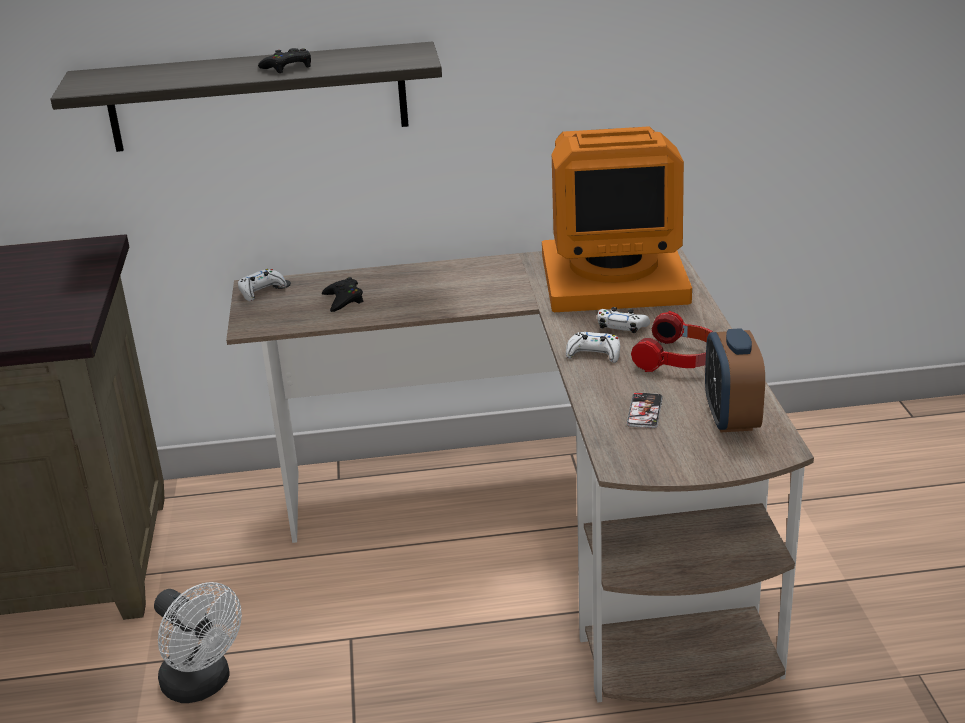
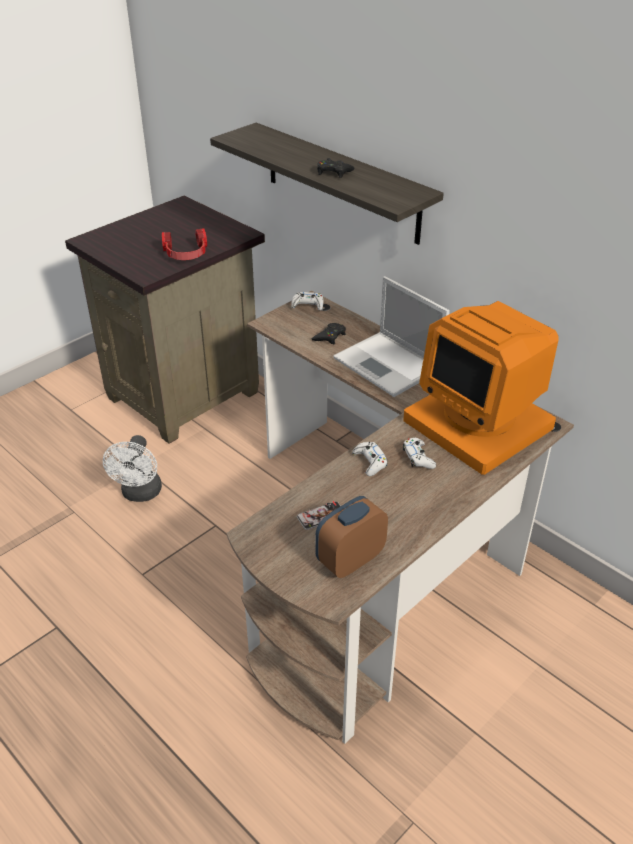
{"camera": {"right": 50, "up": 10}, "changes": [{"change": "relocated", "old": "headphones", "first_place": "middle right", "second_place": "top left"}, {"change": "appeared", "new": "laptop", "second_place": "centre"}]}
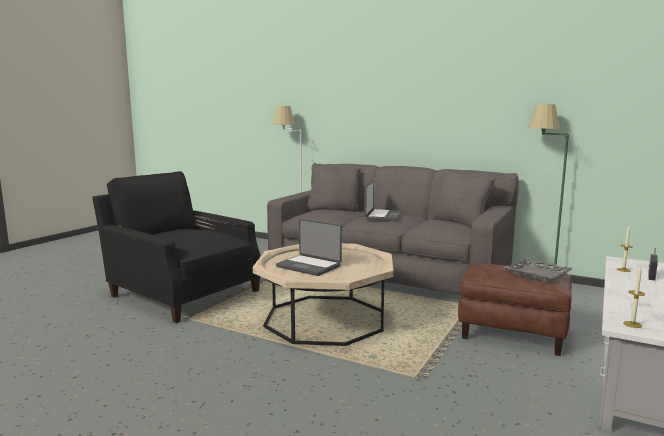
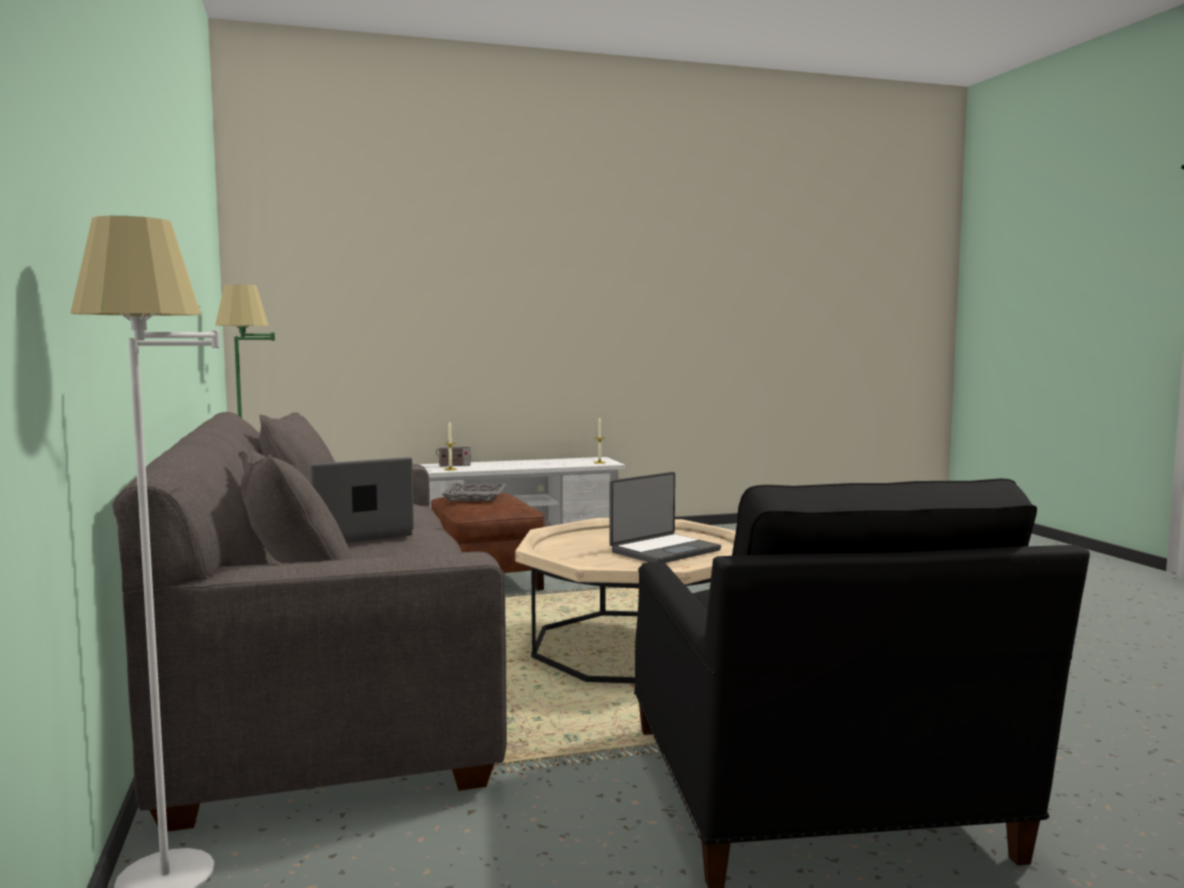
{"camera": {"right": -135, "up": -5}, "changes": [{"change": "spun", "old": "laptop (no. 1 from left in the first image)", "first_place": "centre", "second_place": "centre", "degrees": 60}]}
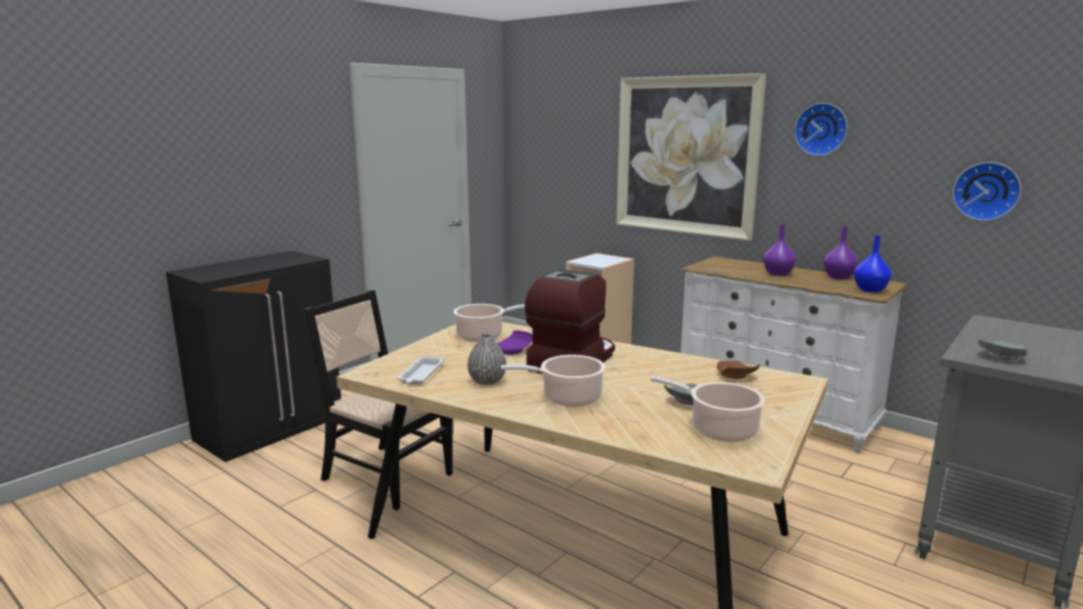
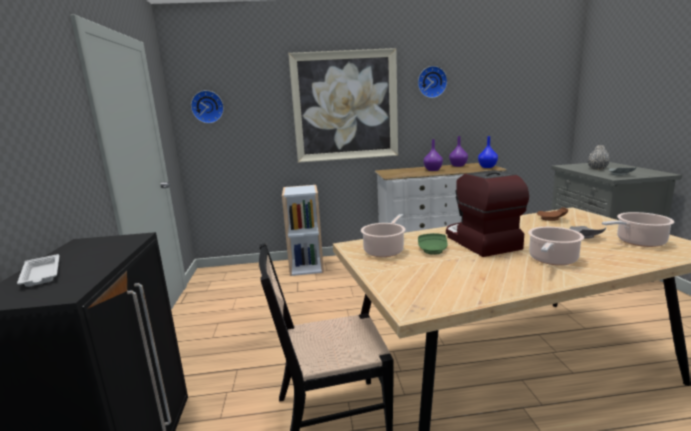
{"camera": {"right": -45, "up": 0}, "changes": [{"change": "relocated", "old": "white_tray", "first_place": "centre", "second_place": "middle left"}, {"change": "relocated", "old": "grey_vase", "first_place": "centre", "second_place": "middle right"}, {"change": "colour", "old": "purple_plate", "new": "green_plate", "first_place": "centre", "second_place": "centre"}, {"change": "relocated", "old": "wall_clock (no. 2 from left in the first image)", "new": "wall_clock (no. 1 from left)", "first_place": "top right", "second_place": "top left"}]}
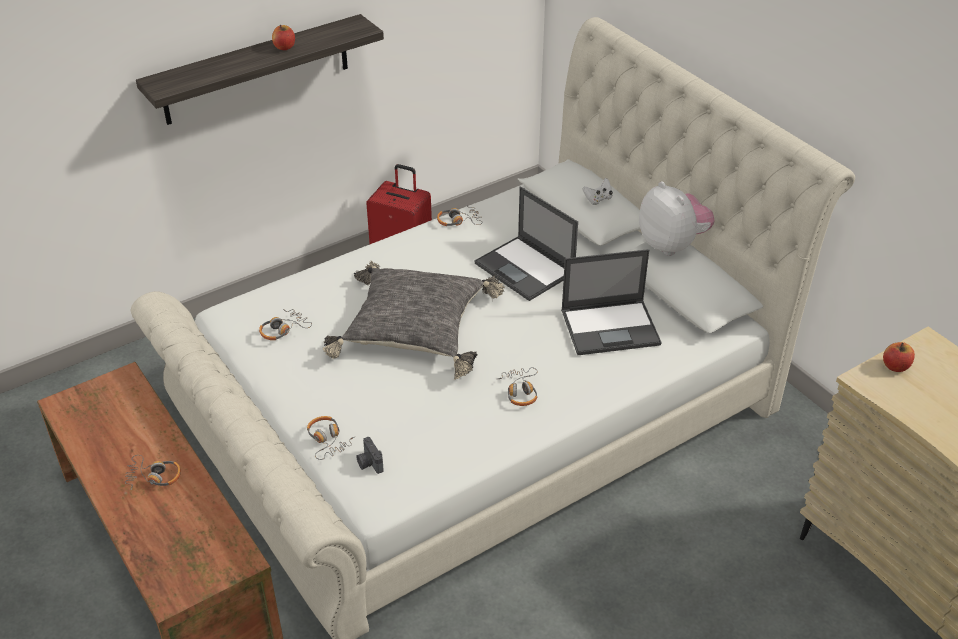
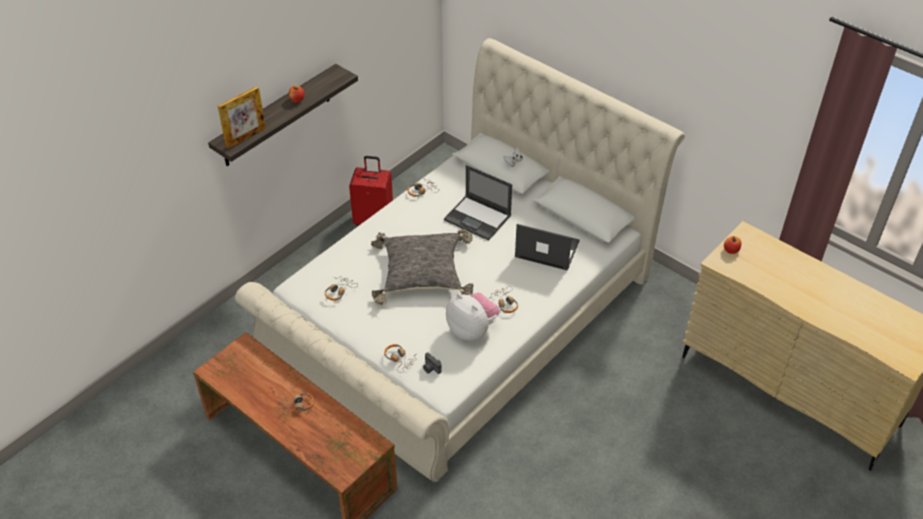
{"camera": {"right": -15, "up": 5}, "changes": [{"change": "spun", "old": "laptop (no. 2 from left)", "first_place": "centre", "second_place": "centre", "degrees": -135}, {"change": "relocated", "old": "plush_toy", "first_place": "middle right", "second_place": "centre"}, {"change": "appeared", "new": "picture_frame", "second_place": "top left"}]}
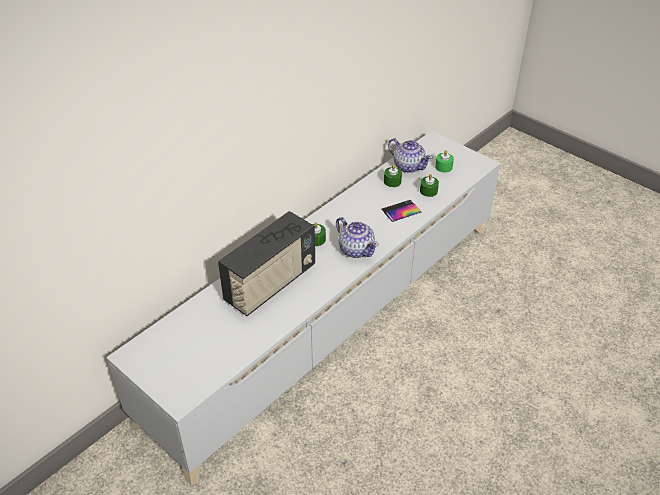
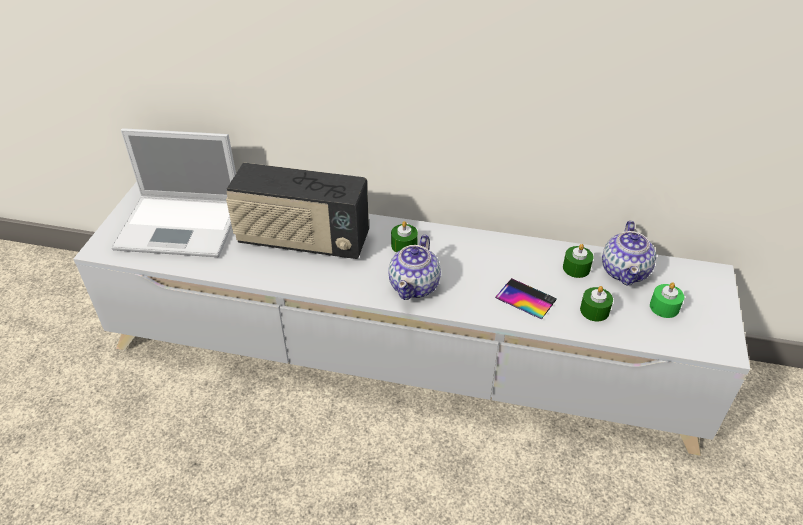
{"camera": {"right": 60, "up": 0}, "changes": [{"change": "appeared", "new": "laptop", "second_place": "middle left"}]}
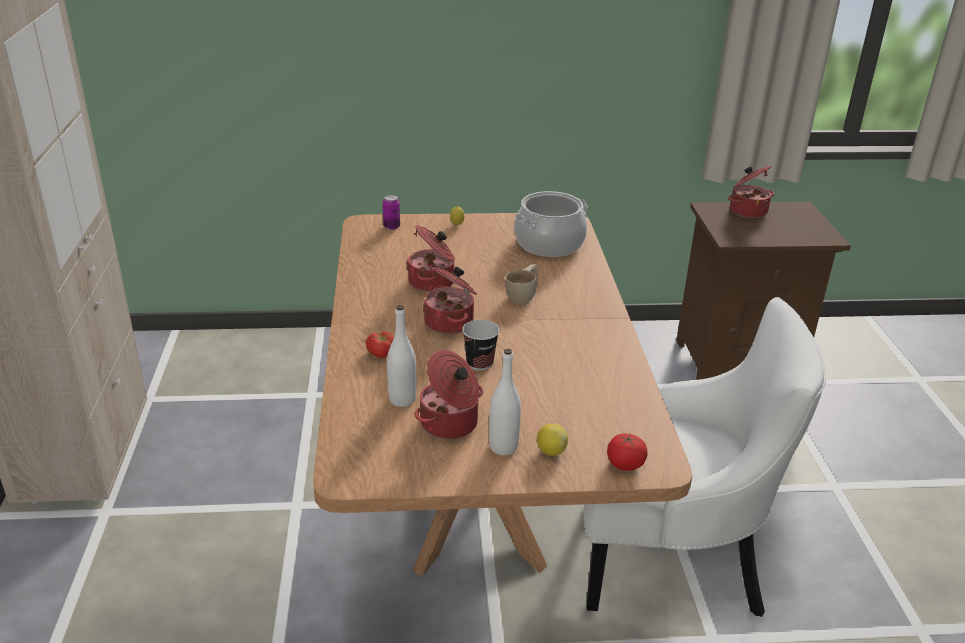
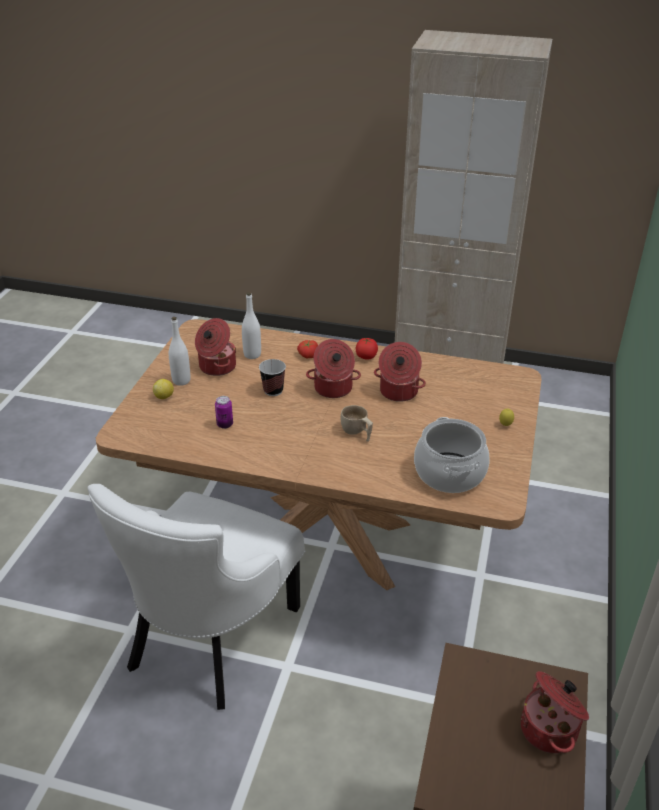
{"camera": {"right": 110, "up": 5}, "changes": [{"change": "relocated", "old": "can", "first_place": "top centre", "second_place": "centre"}, {"change": "relocated", "old": "tomato (no. 2 from left)", "first_place": "bottom centre", "second_place": "centre"}]}
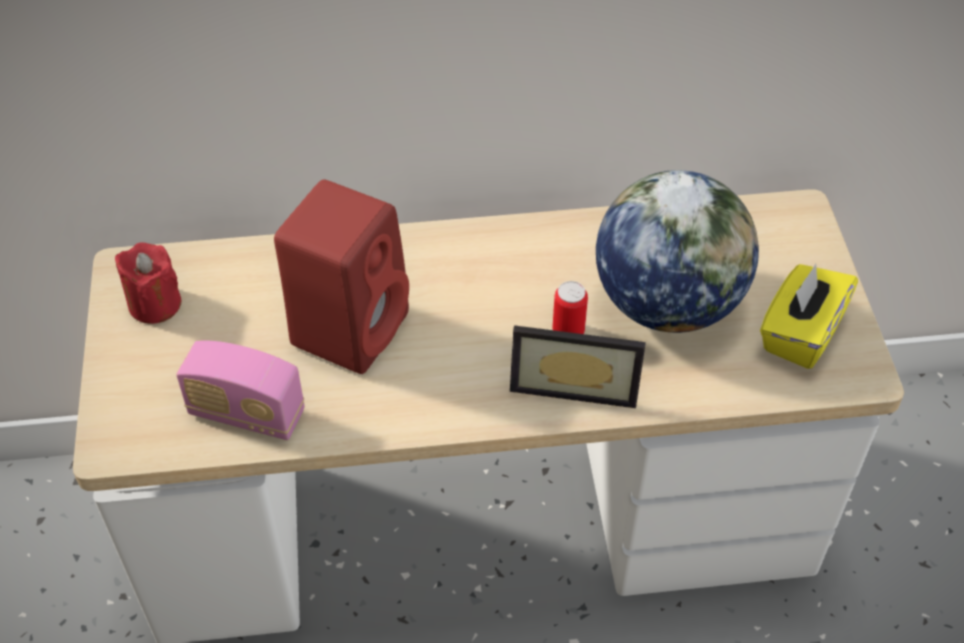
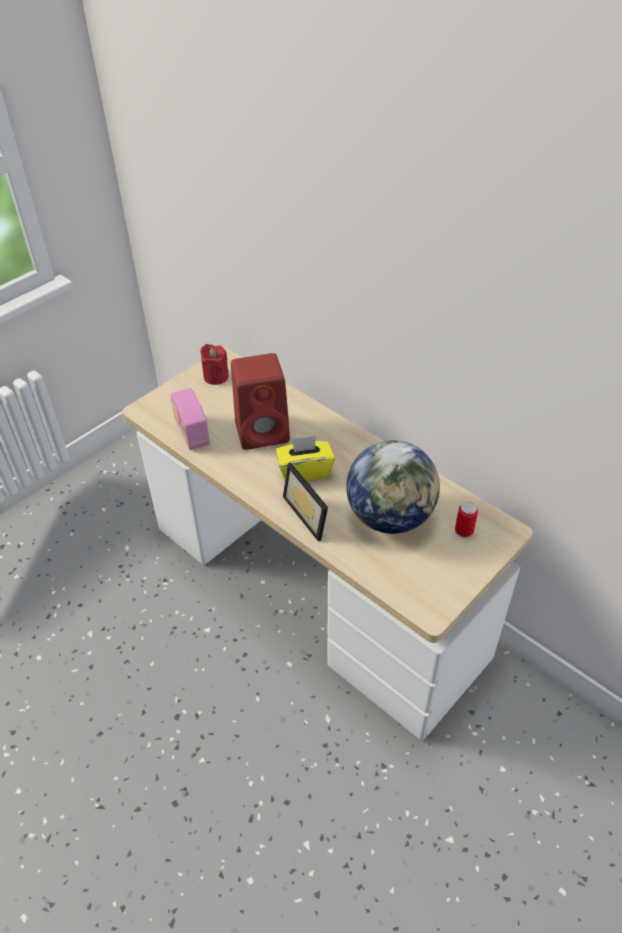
{"camera": {"right": 50, "up": -5}, "changes": [{"change": "relocated", "old": "can", "first_place": "centre", "second_place": "middle right"}, {"change": "relocated", "old": "yellow_tissue_box", "first_place": "middle right", "second_place": "centre"}]}
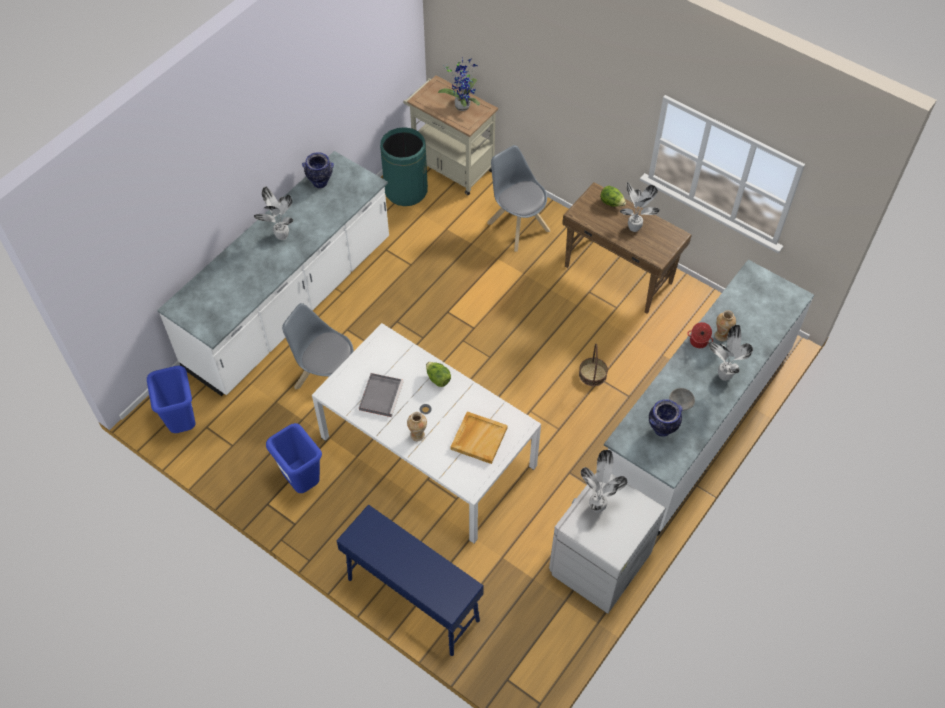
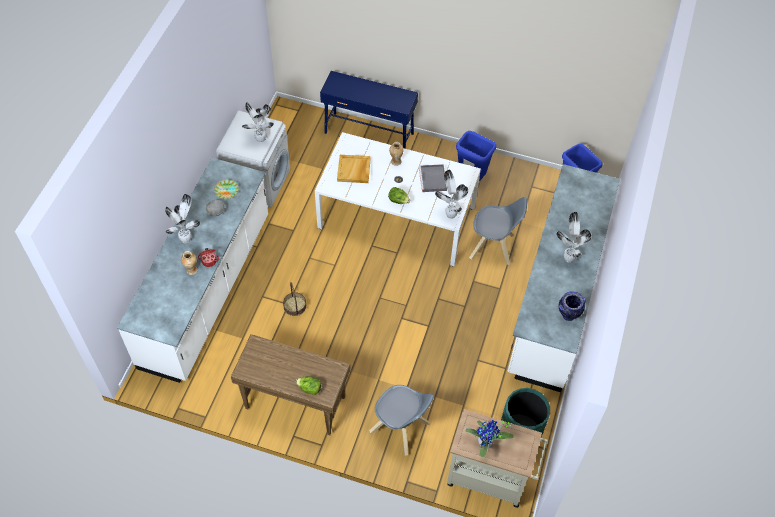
{"camera": {"right": 160, "up": 0}, "changes": [{"change": "relocated", "old": "potted_plant (no. 4 from left in the first image)", "new": "potted_plant (no. 3 from left)", "first_place": "top right", "second_place": "centre"}, {"change": "exchanged", "old": "vase (no. 3 from left)", "new": "plate", "first_place": "middle right", "second_place": "middle left"}]}
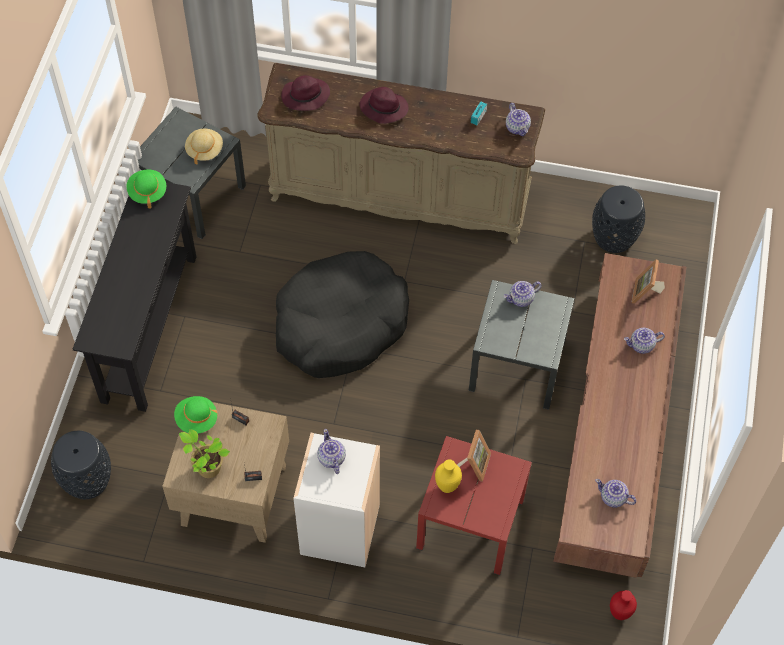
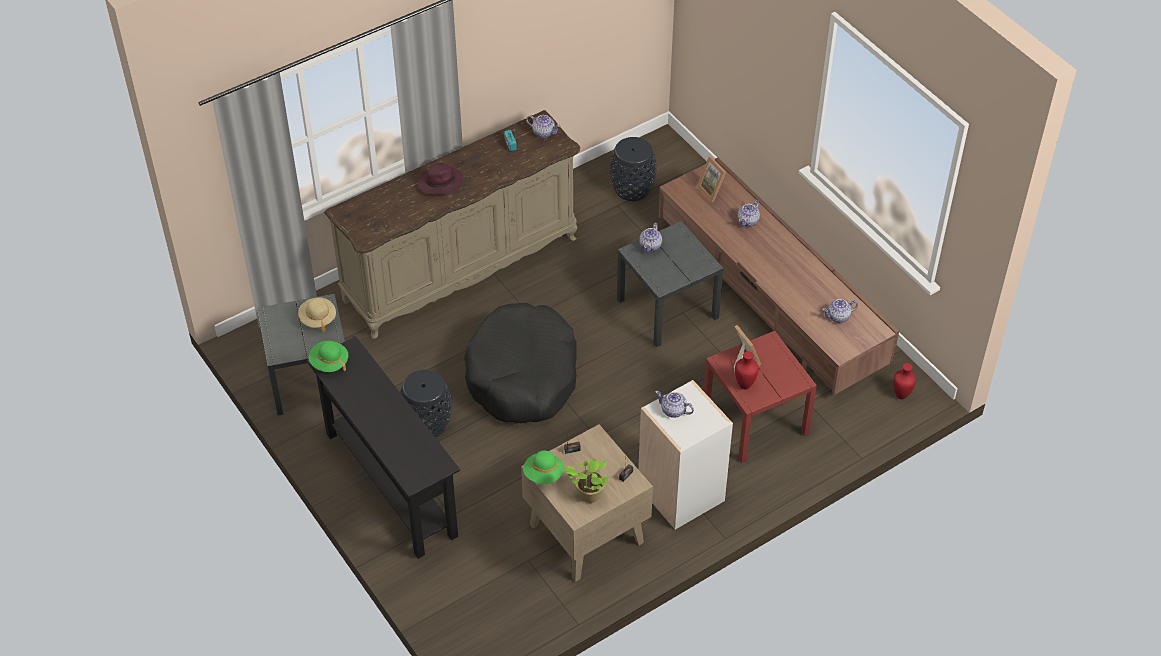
{"camera": {"right": -45, "up": -10}, "changes": [{"change": "relocated", "old": "black_stool (no. 1 from left)", "first_place": "bottom left", "second_place": "centre"}, {"change": "missing", "old": "purple_hat (no. 1 from left)", "first_place": "top centre"}, {"change": "colour", "old": "yellow_vase", "new": "red_vase (no. 1 from left)", "first_place": "bottom centre", "second_place": "centre"}]}
